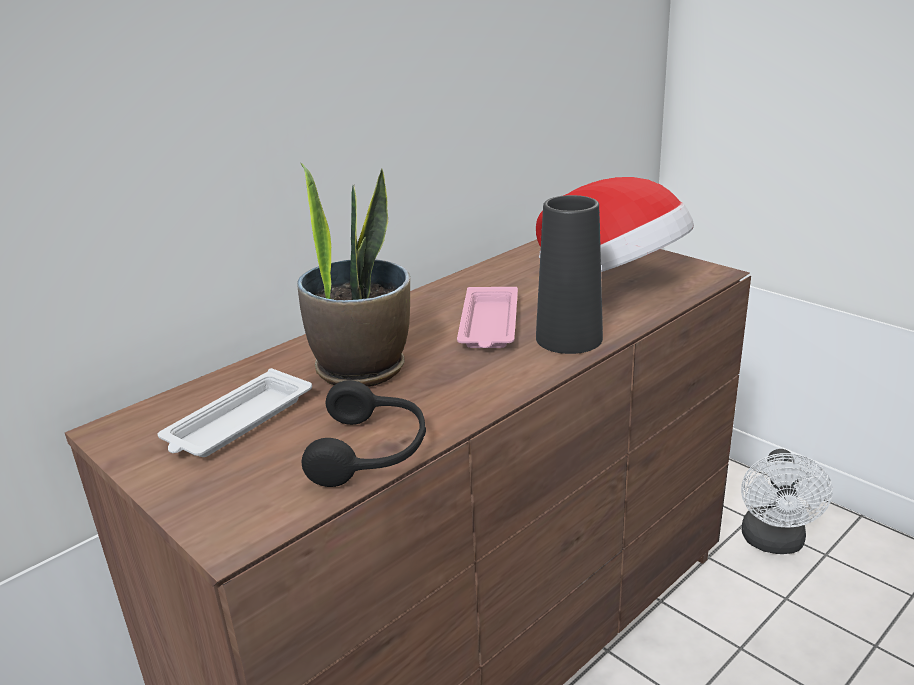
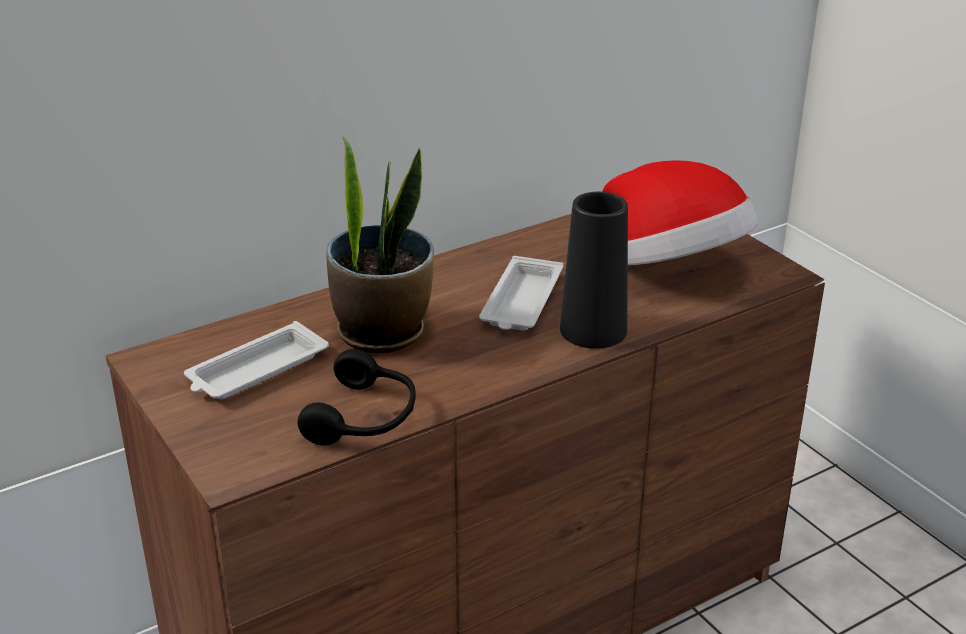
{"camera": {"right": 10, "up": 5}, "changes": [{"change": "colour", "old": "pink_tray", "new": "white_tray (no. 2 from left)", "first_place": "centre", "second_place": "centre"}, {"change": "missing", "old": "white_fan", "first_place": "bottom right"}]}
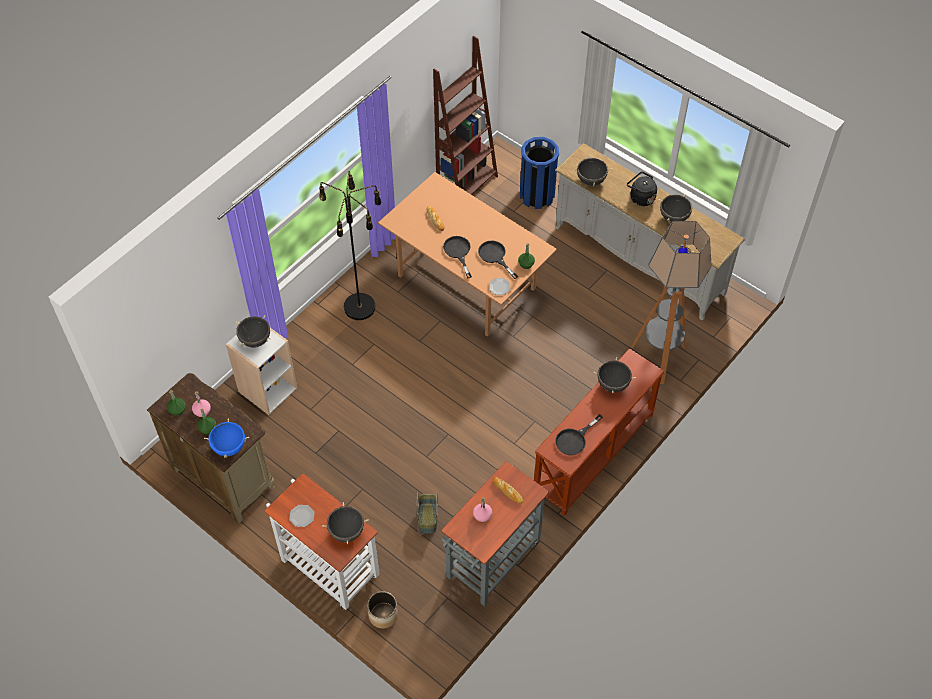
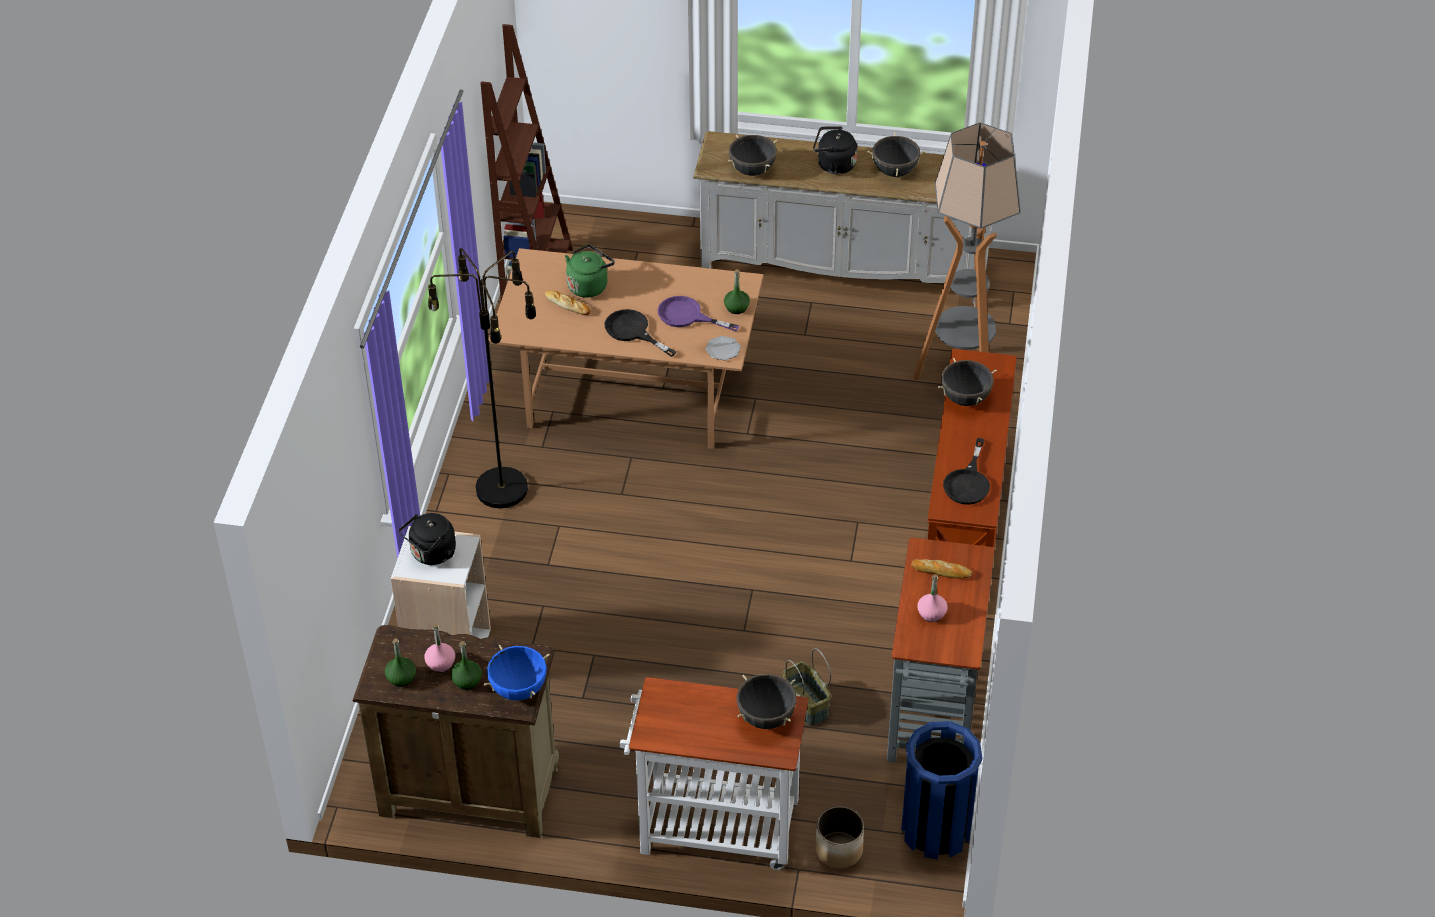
{"camera": {"right": -30, "up": -10}, "changes": [{"change": "exchanged", "old": "black_cooking_pot (no. 1 from left)", "new": "black_kettle (no. 1 from left)", "first_place": "middle left", "second_place": "middle left"}, {"change": "missing", "old": "plate (no. 1 from left)", "first_place": "bottom left"}, {"change": "colour", "old": "black_frying_pan (no. 2 from left)", "new": "purple_frying_pan", "first_place": "centre", "second_place": "centre"}, {"change": "relocated", "old": "blue_trash_can", "first_place": "top centre", "second_place": "bottom centre"}, {"change": "appeared", "new": "green_kettle", "second_place": "top centre"}]}
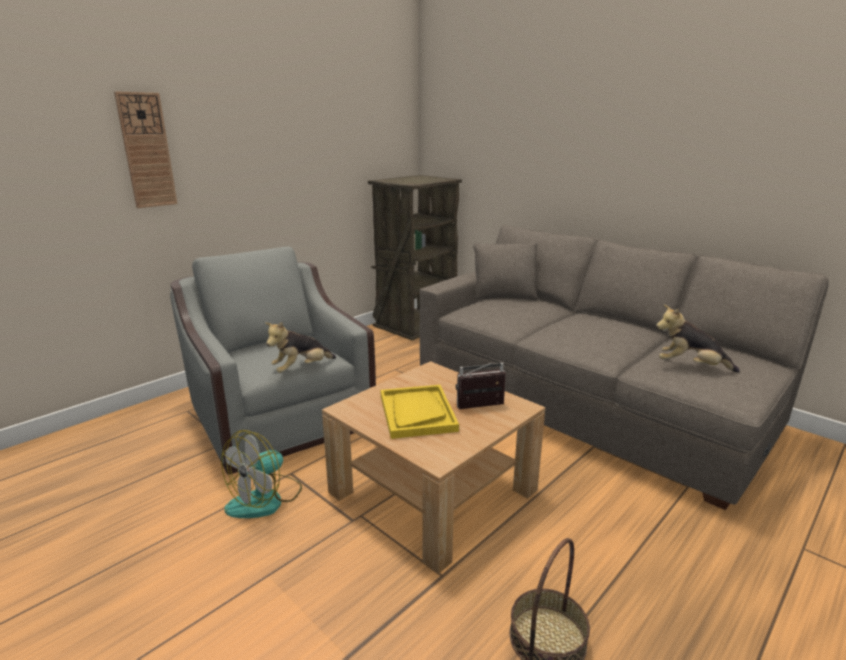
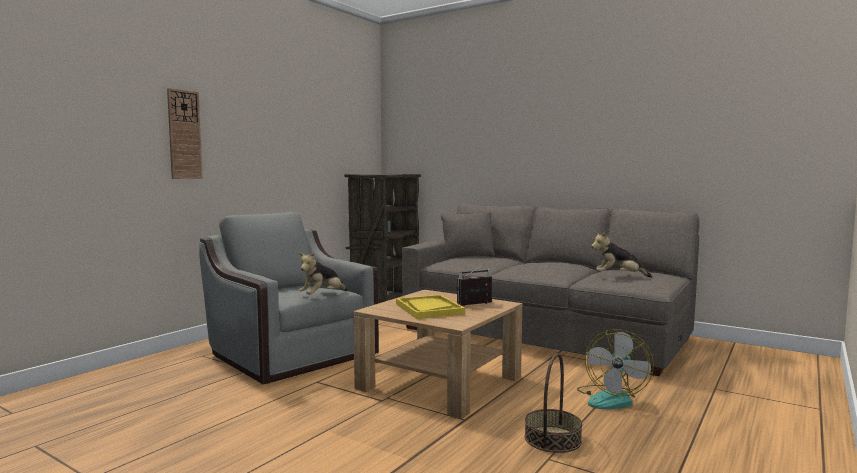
{"camera": {"right": -10, "up": -15}, "changes": [{"change": "relocated", "old": "fan", "first_place": "bottom left", "second_place": "bottom right"}]}
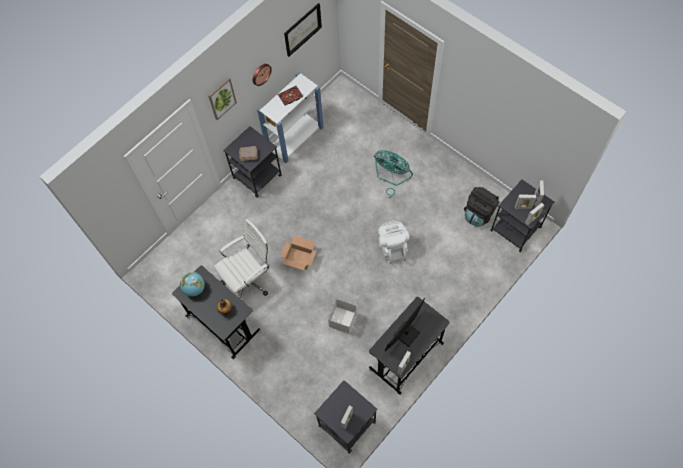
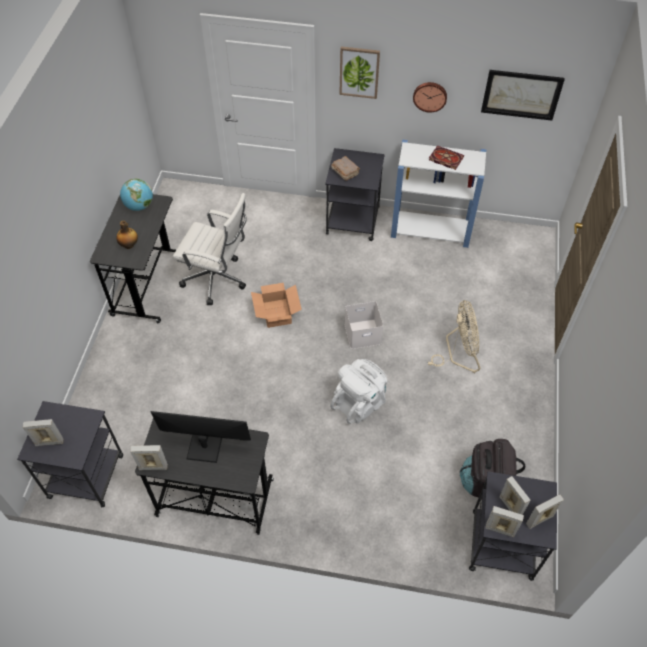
{"camera": {"right": 55, "up": -10}, "changes": [{"change": "relocated", "old": "white_storage_box", "first_place": "bottom centre", "second_place": "centre"}, {"change": "colour", "old": "turquoise_fan", "new": "beige_fan", "first_place": "centre", "second_place": "middle right"}]}
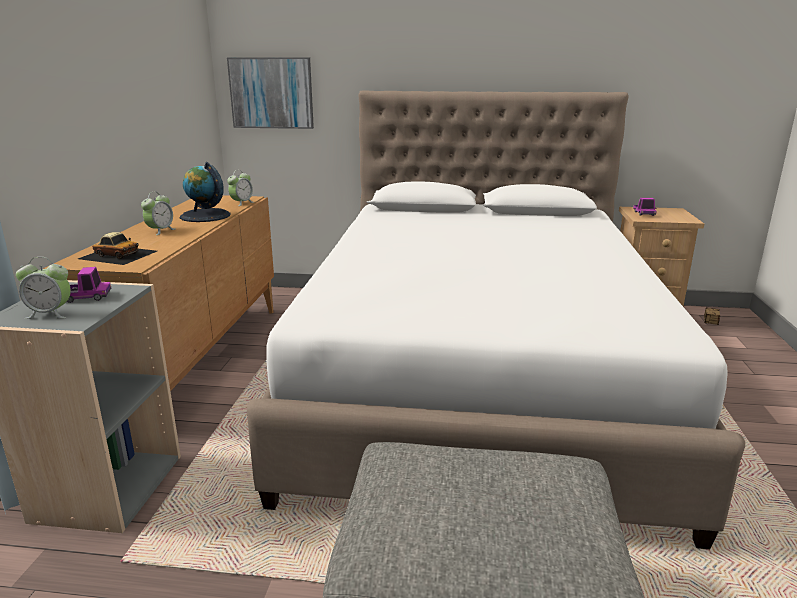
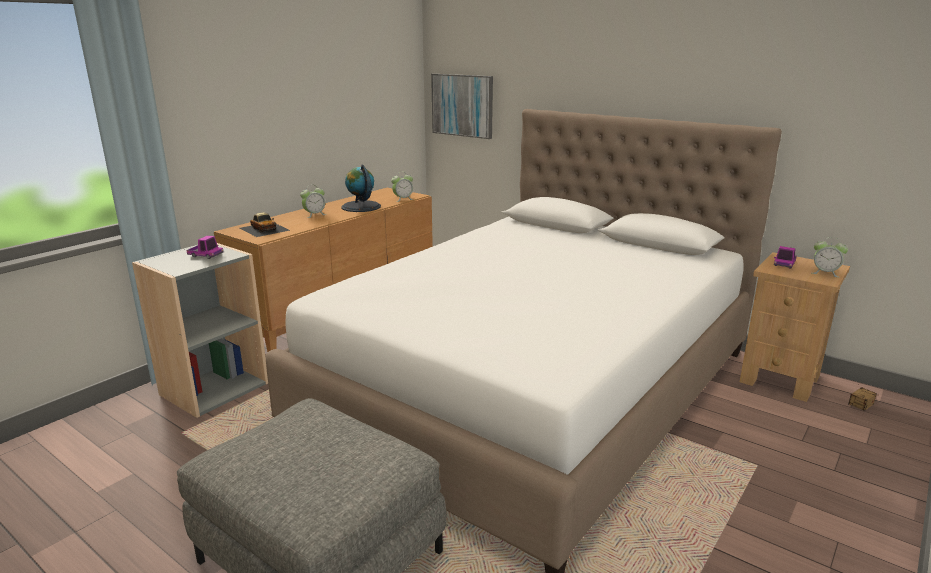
{"camera": {"right": 30, "up": 0}, "changes": [{"change": "relocated", "old": "alarm_clock (no. 1 from left in the first image)", "new": "alarm_clock (no. 3 from left)", "first_place": "middle left", "second_place": "middle right"}]}
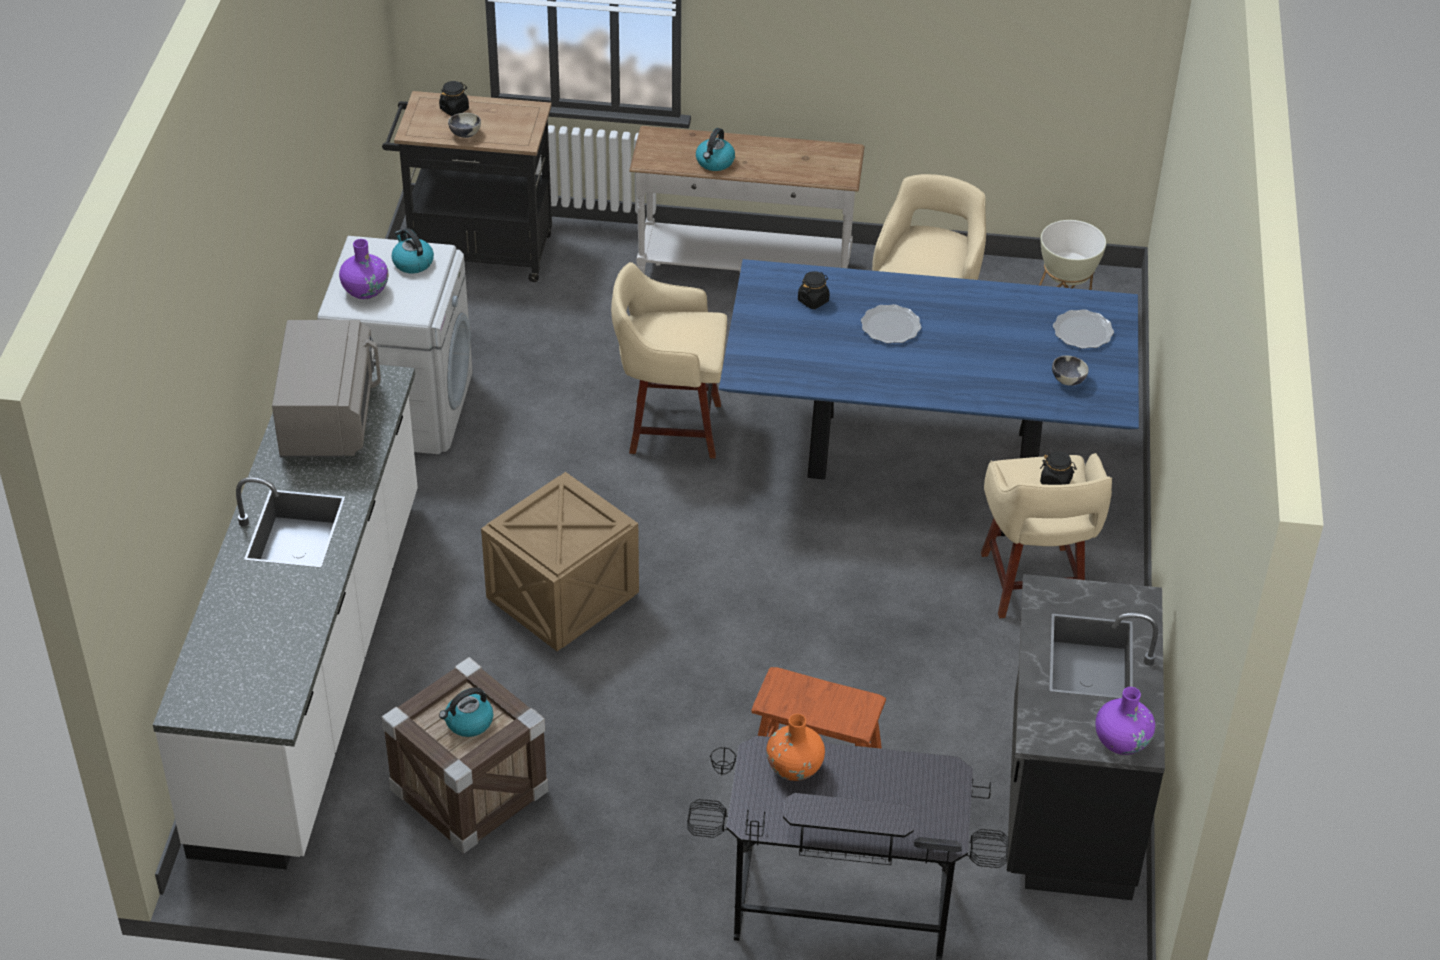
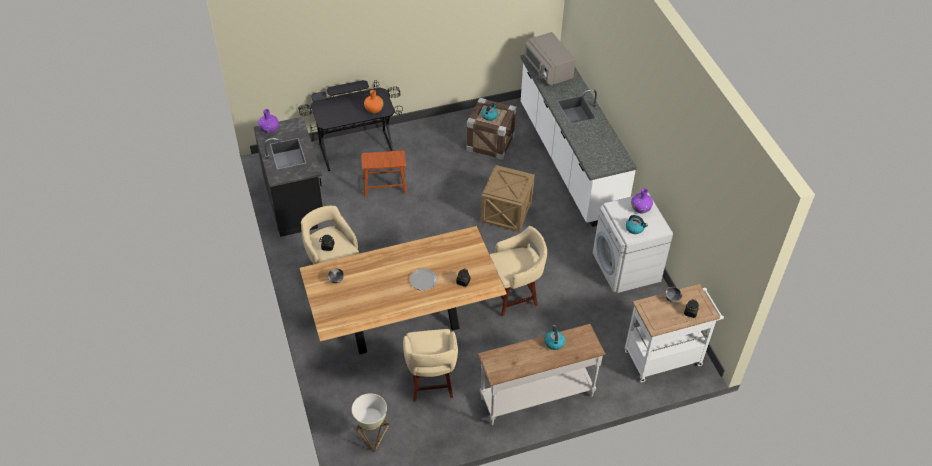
{"camera": {"right": 155, "up": 5}, "changes": [{"change": "relocated", "old": "grey_microwave", "first_place": "middle left", "second_place": "top centre"}, {"change": "colour", "old": "black_cart", "new": "white_cart", "first_place": "top left", "second_place": "bottom right"}, {"change": "colour", "old": "blue_dining_table", "new": "brown_dining_table", "first_place": "centre", "second_place": "centre"}, {"change": "missing", "old": "plate (no. 2 from left)", "first_place": "middle right"}]}
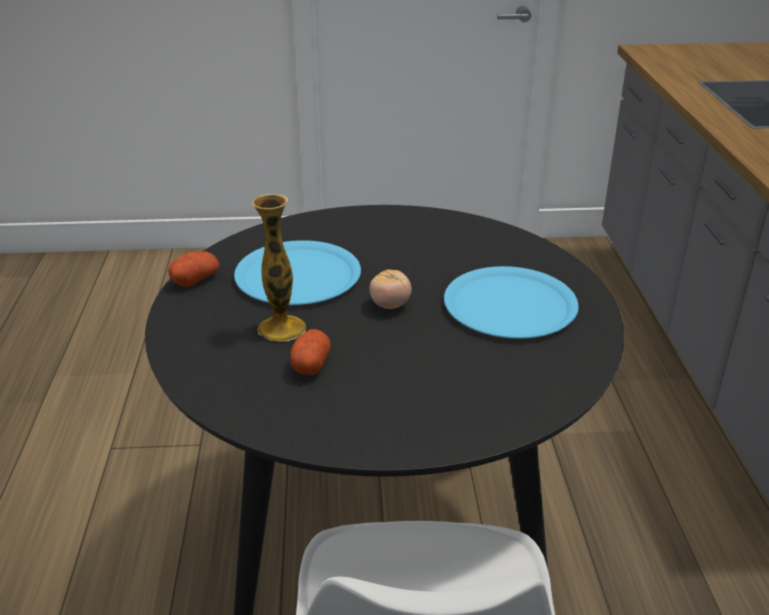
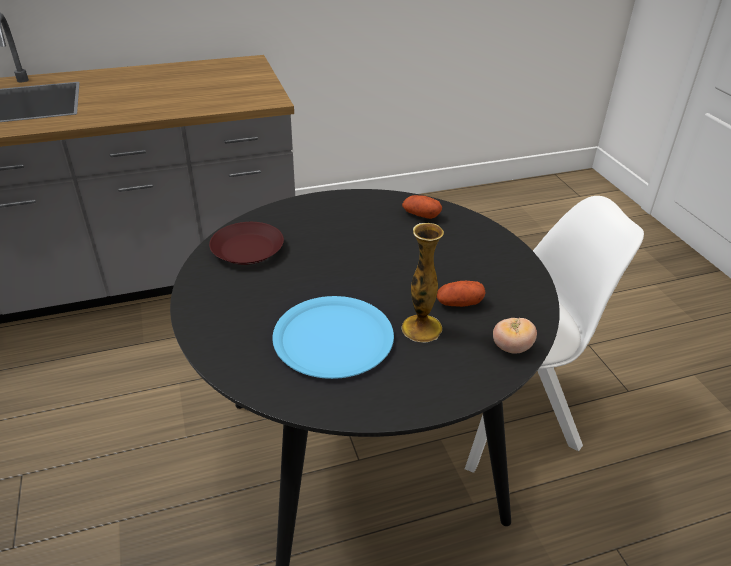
{"camera": {"right": -105, "up": 5}, "changes": [{"change": "relocated", "old": "potato (no. 1 from left)", "first_place": "middle left", "second_place": "centre"}, {"change": "relocated", "old": "tomato", "first_place": "centre", "second_place": "middle right"}, {"change": "missing", "old": "blue_plate (no. 2 from left)", "first_place": "centre"}, {"change": "appeared", "new": "brown_plate", "second_place": "centre"}]}
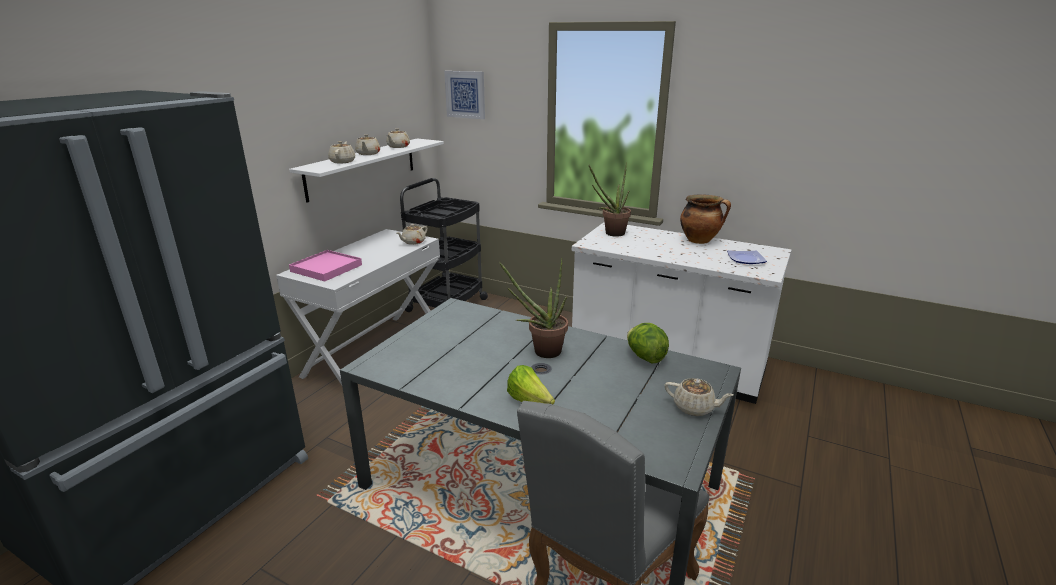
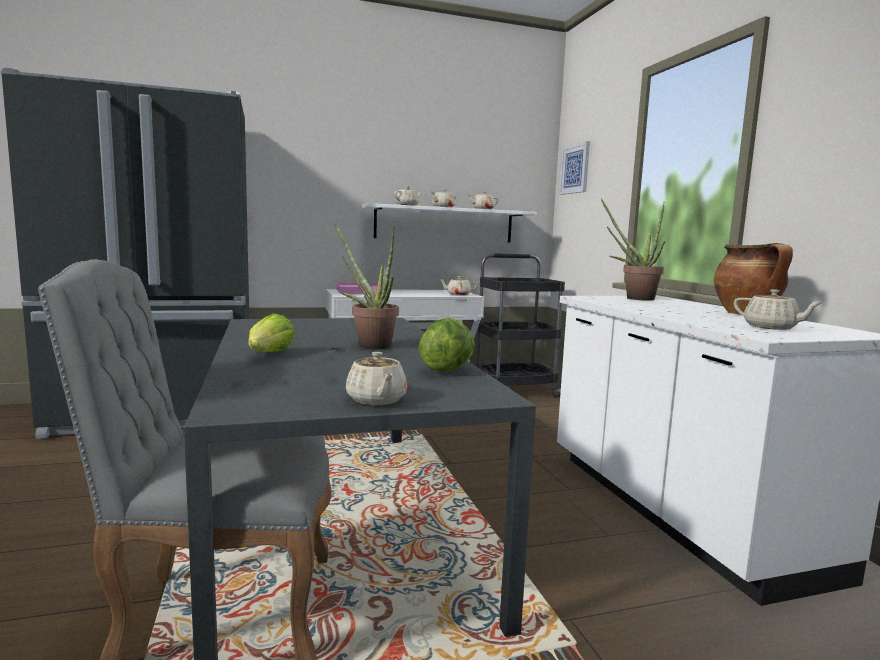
{"camera": {"right": 45, "up": -15}, "changes": [{"change": "exchanged", "old": "plate", "new": "beige_teapot (no. 6 from left)", "first_place": "middle right", "second_place": "middle right"}]}
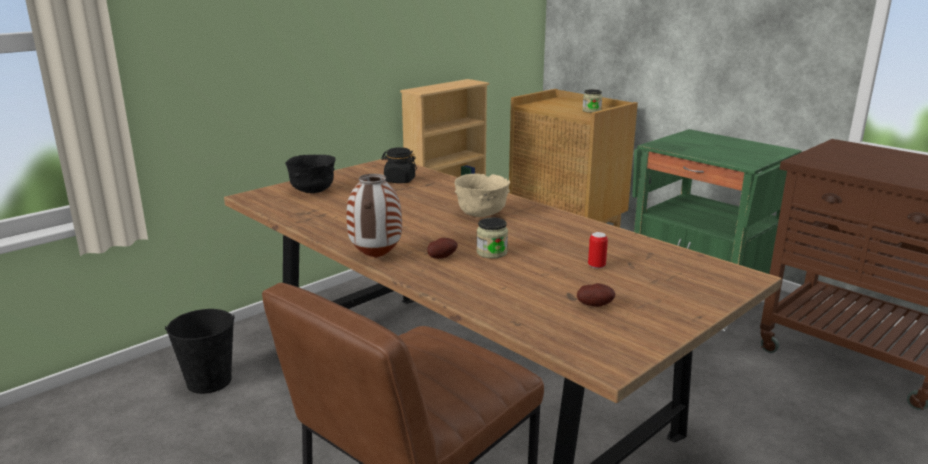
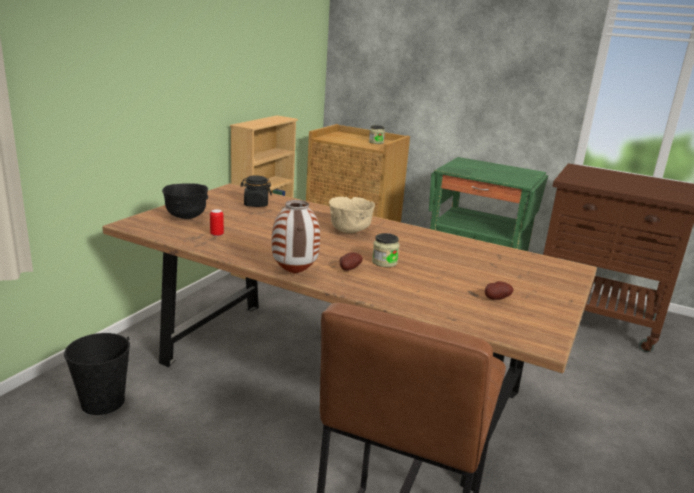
{"camera": {"right": -20, "up": 0}, "changes": [{"change": "relocated", "old": "can", "first_place": "centre", "second_place": "middle left"}]}
